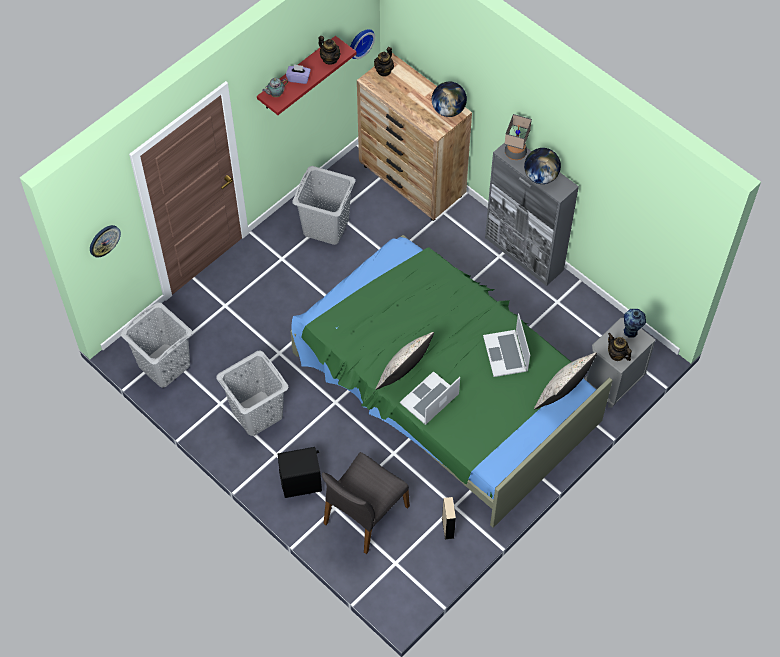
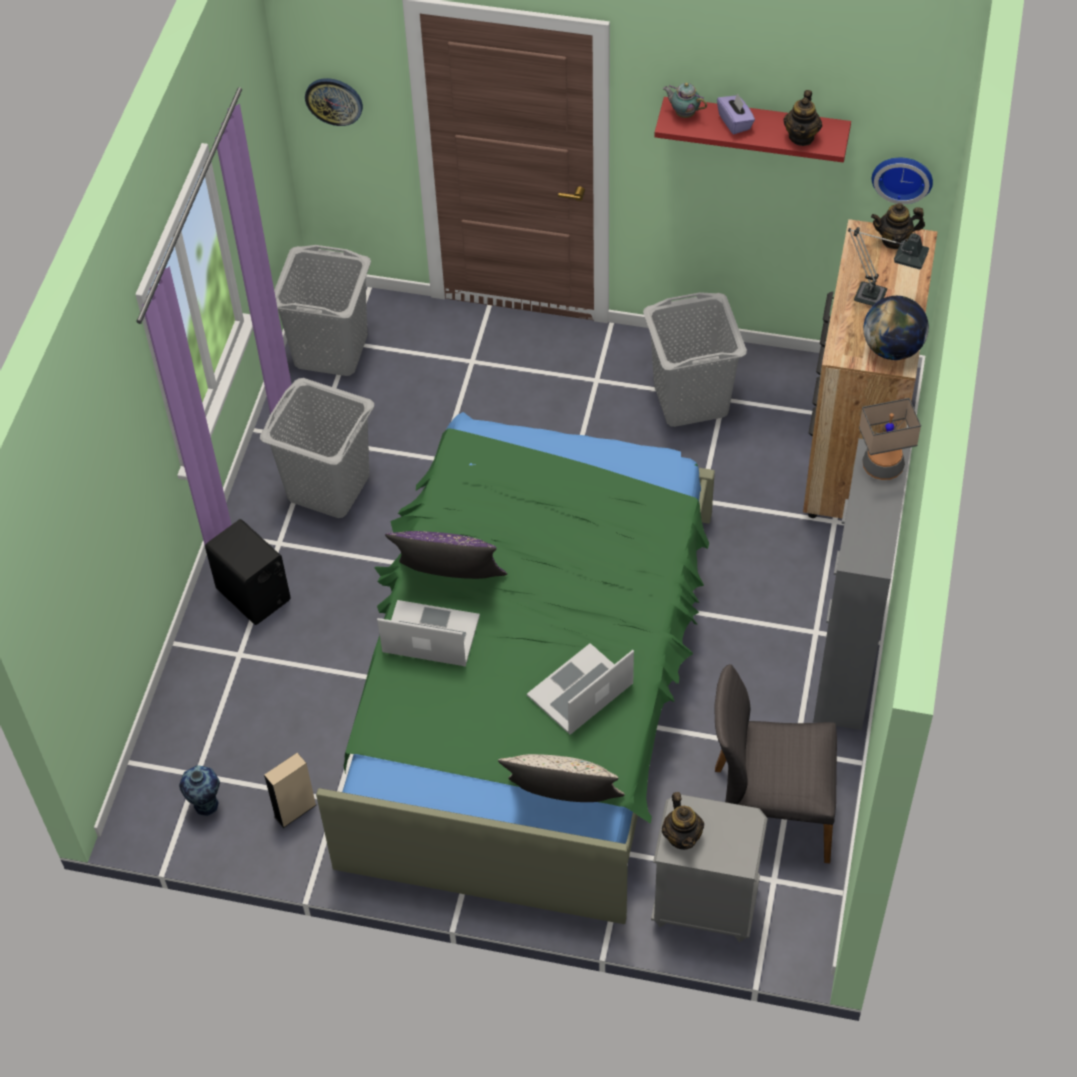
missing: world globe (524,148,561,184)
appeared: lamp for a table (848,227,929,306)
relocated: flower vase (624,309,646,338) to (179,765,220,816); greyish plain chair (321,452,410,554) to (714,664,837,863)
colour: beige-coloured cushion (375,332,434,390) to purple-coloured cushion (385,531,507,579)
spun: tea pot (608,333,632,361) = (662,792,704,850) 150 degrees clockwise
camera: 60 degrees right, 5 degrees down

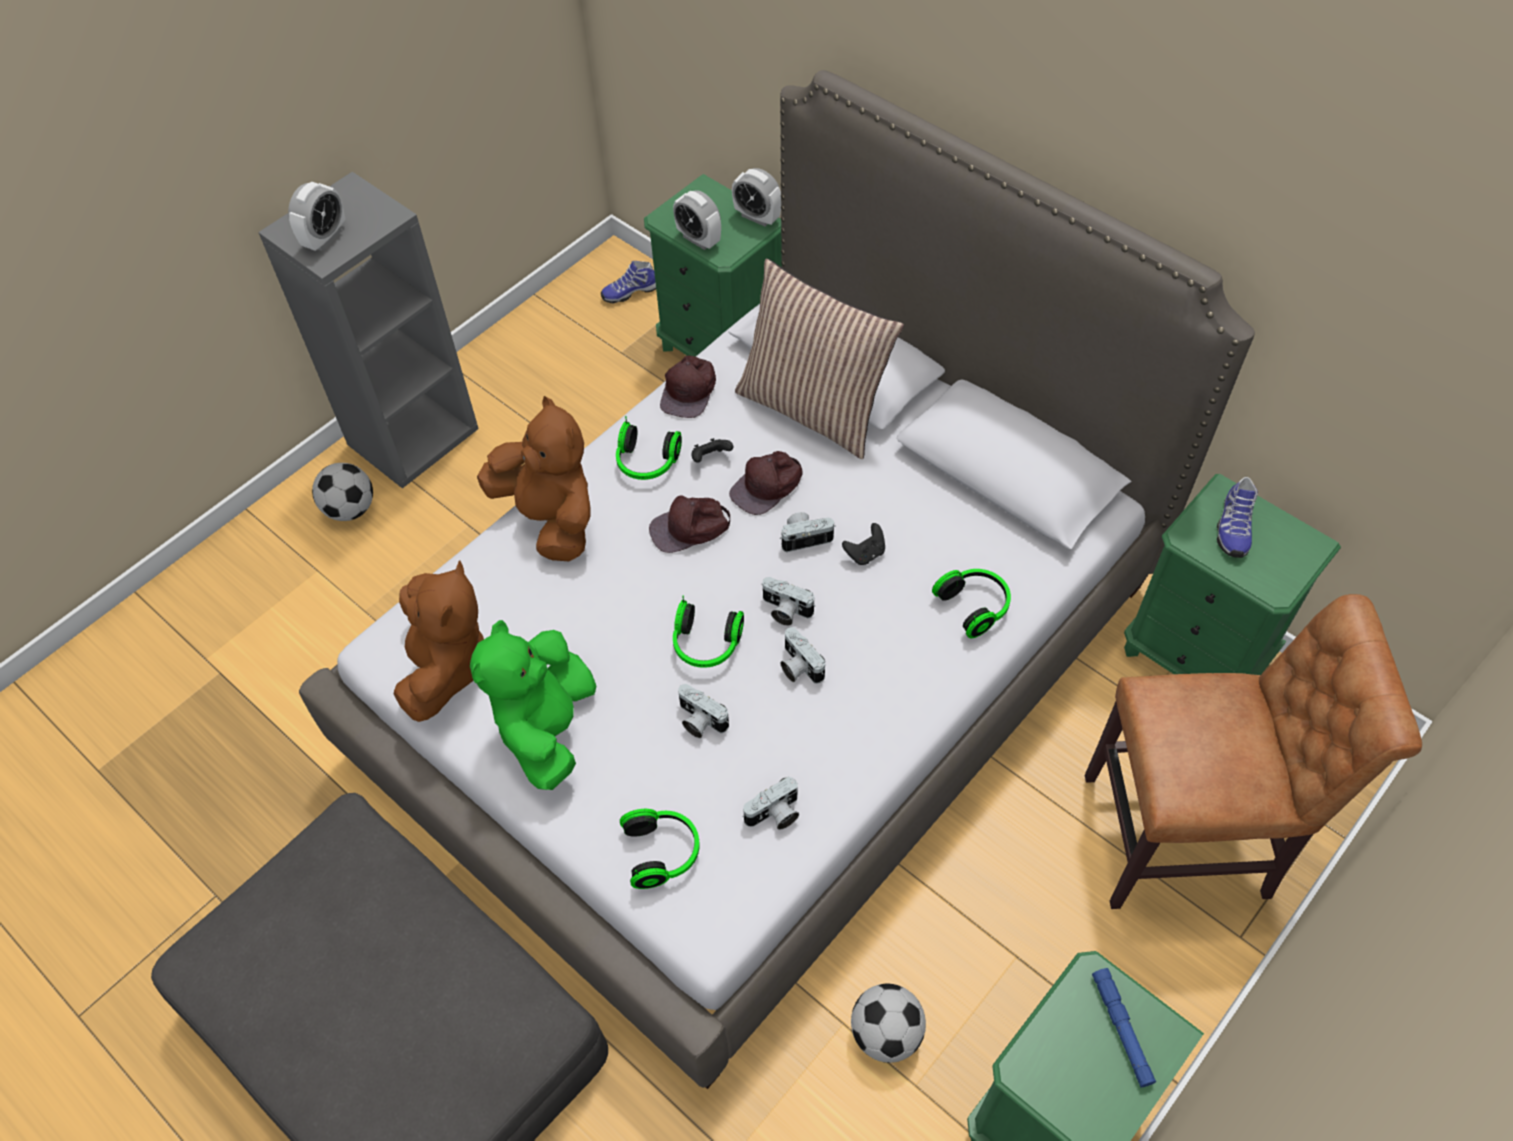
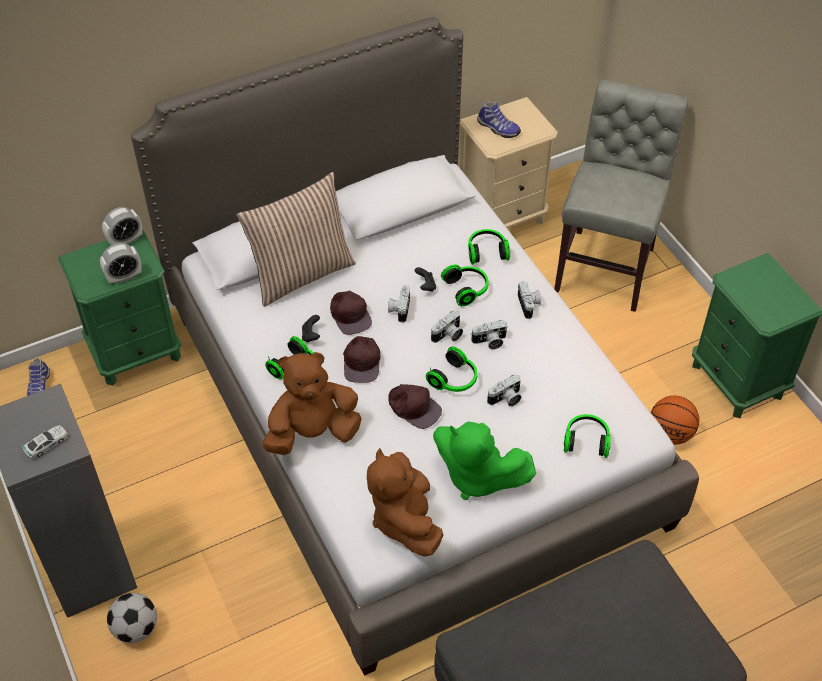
missing: bluish torch (1092,968,1156,1088)
appeared: pair of headphones (441,265,489,306)
relocated: brown peaked cap (660,356,716,418) to (388,384,442,429); still camera (743,776,799,830) to (518,281,541,319)
exchanged: alarm clock (288,182,345,251) to toy car (21,425,68,459); ball for football (851,984,926,1063) to basketball (651,396,699,445)
colour: greenish bedside table (1124,474,1341,675) to beige-coloured bedside table (459,97,558,228); brown plain chair (1085,594,1422,909) to greyish plain chair (554,80,688,312)
spun: brown plush toy (394,561,484,722) = (367,448,443,556) 120 degrees counterclockwise
camera: 70 degrees left, 5 degrees down

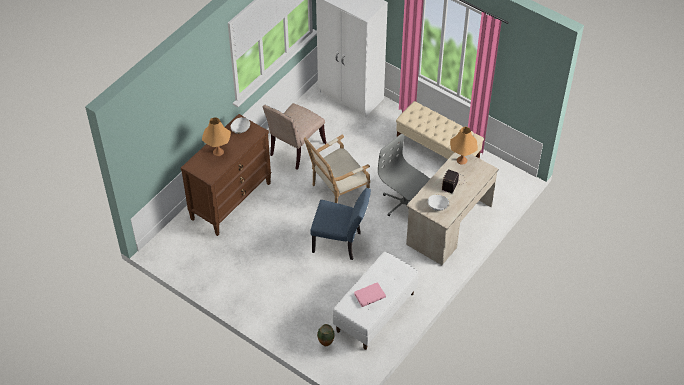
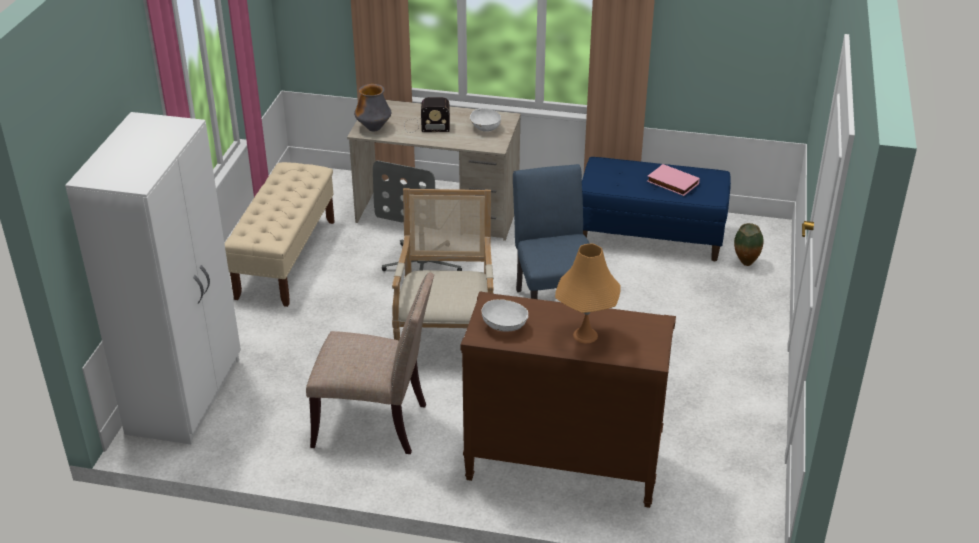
exchanged: orangey lamp for a table (450,127,478,165) to flower vase (354,84,391,131)
colour: white-coloured bench (333,251,419,350) to bluish bench (582,157,731,261)
spun: easy chair (304,135,370,203) = (392,188,494,340) 120 degrees counterclockwise
camera: 115 degrees left, 15 degrees down

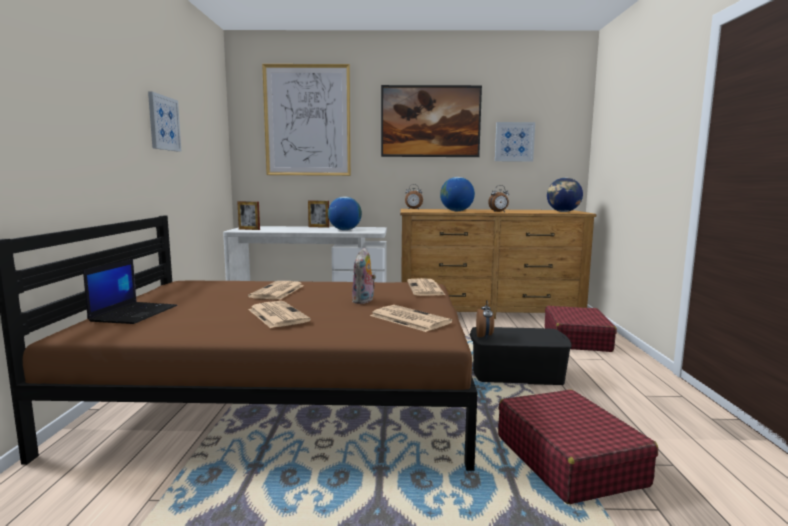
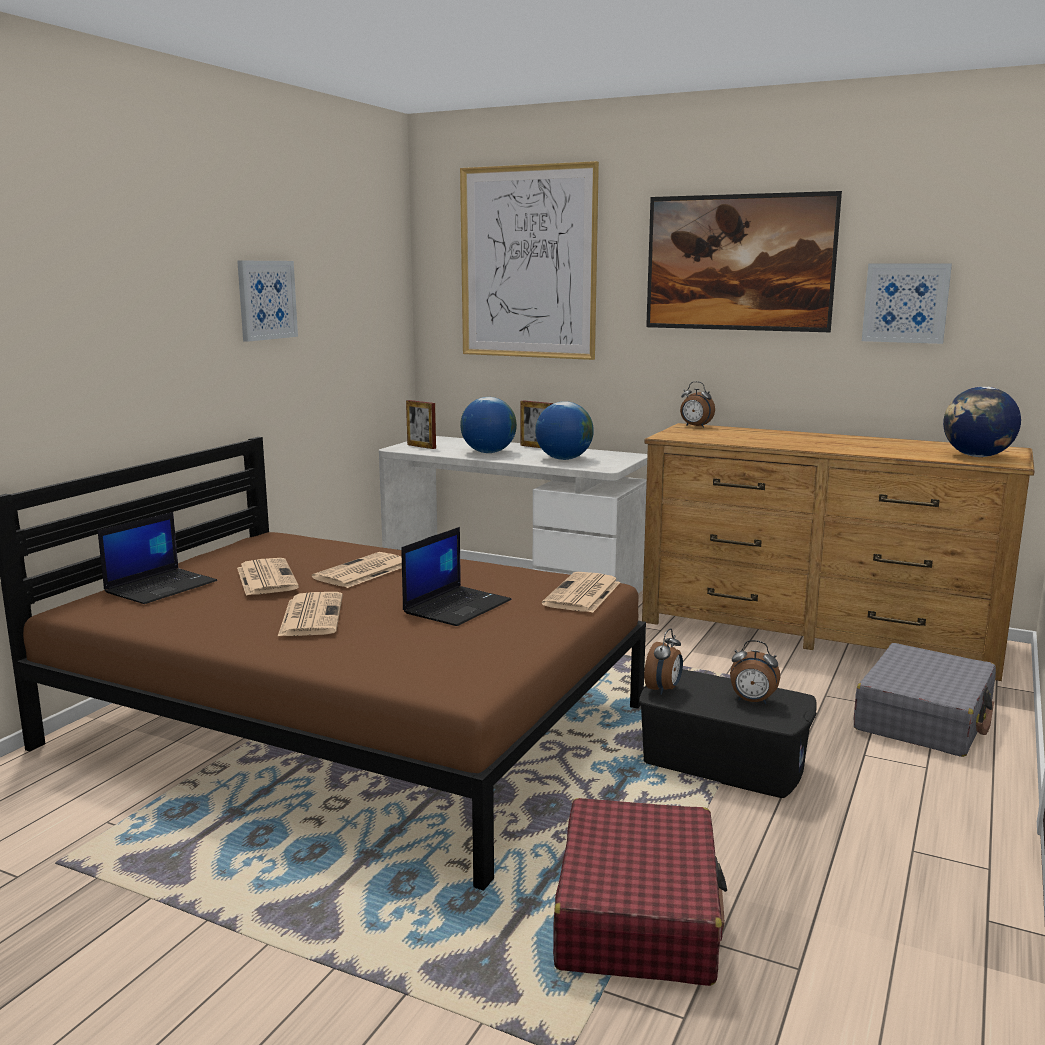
relocated: newspaper (370,305,452,332) to (237,558,299,596); world globe (440,177,475,211) to (460,397,517,453); alarm clock (488,185,509,212) to (730,640,780,704)
exchanged: plush toy (352,247,376,304) to notebook computer (402,527,511,626)
colour: red suitcase (545,306,617,352) to greyish suitcase (854,643,996,757)
camera: 25 degrees right, 5 degrees up

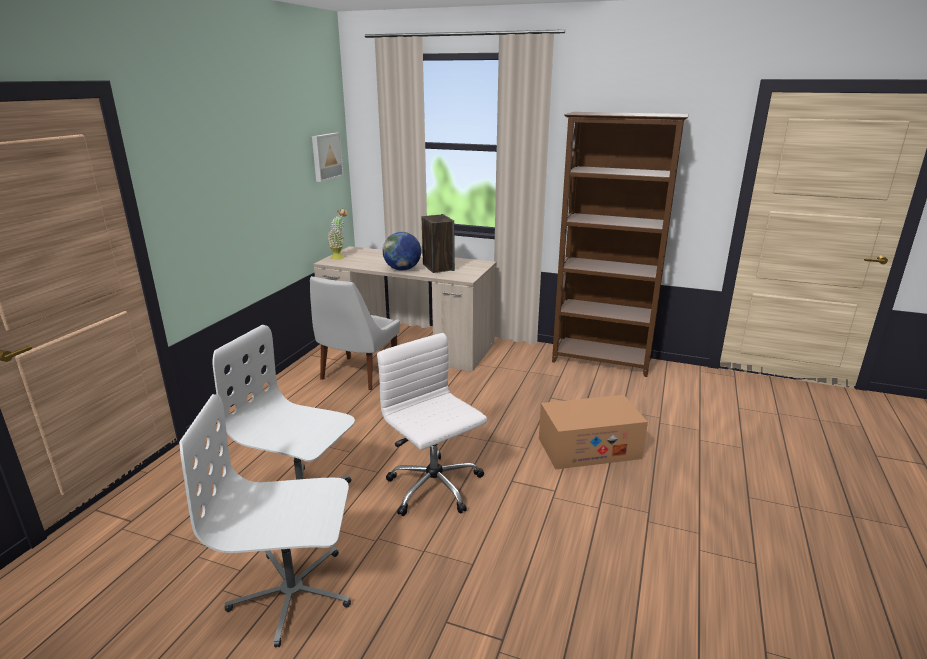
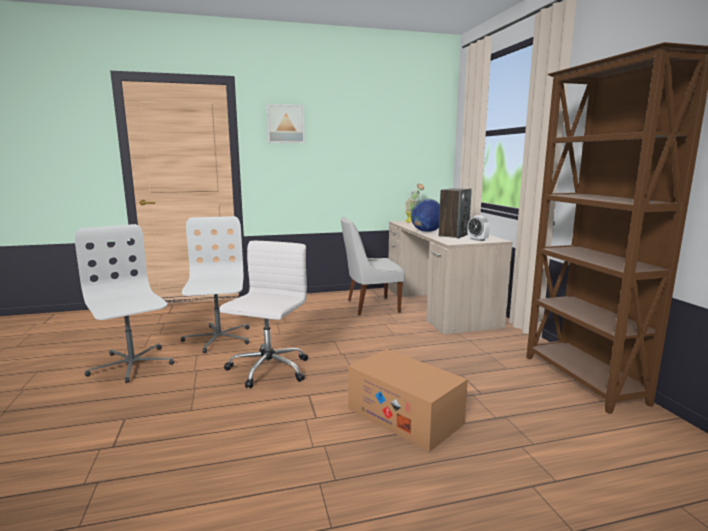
appeared: alarm clock (467,215,490,241)
relocated: wall picture (312,133,344,182) to (266,104,305,143)
camera: 55 degrees right, 10 degrees down

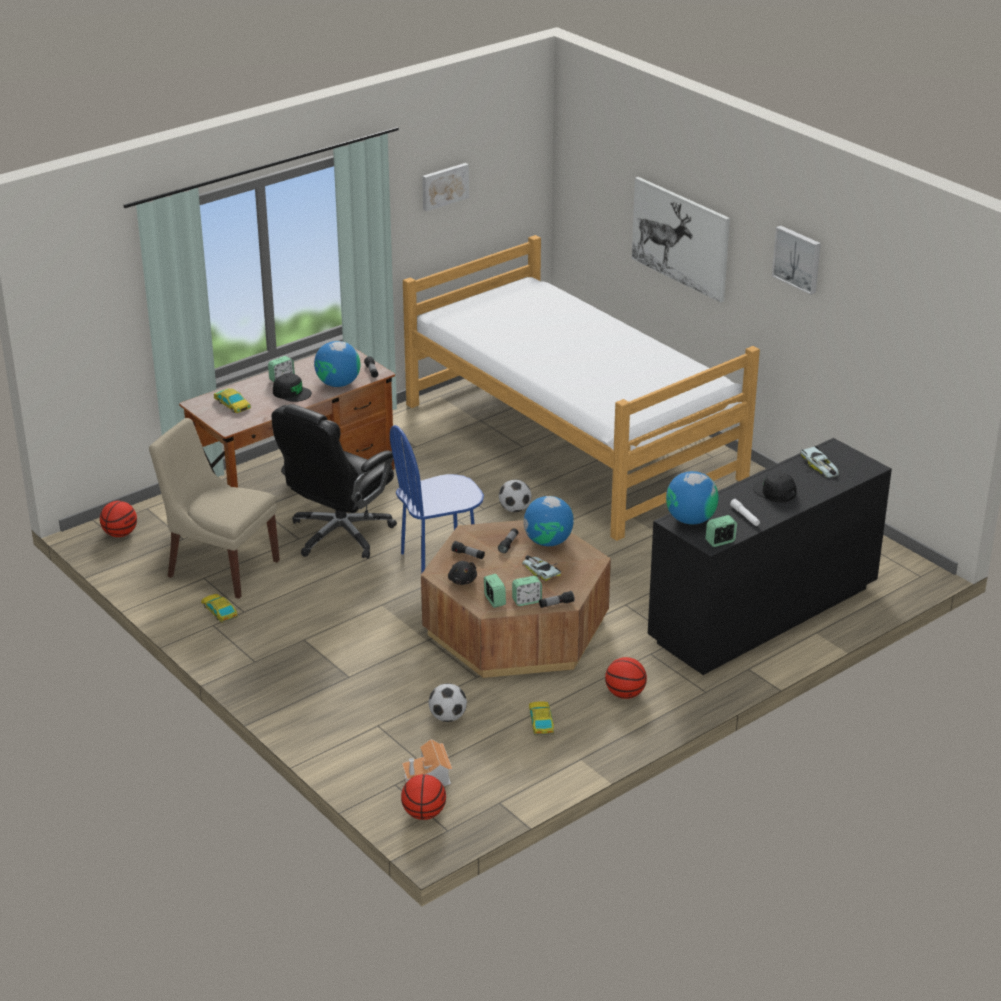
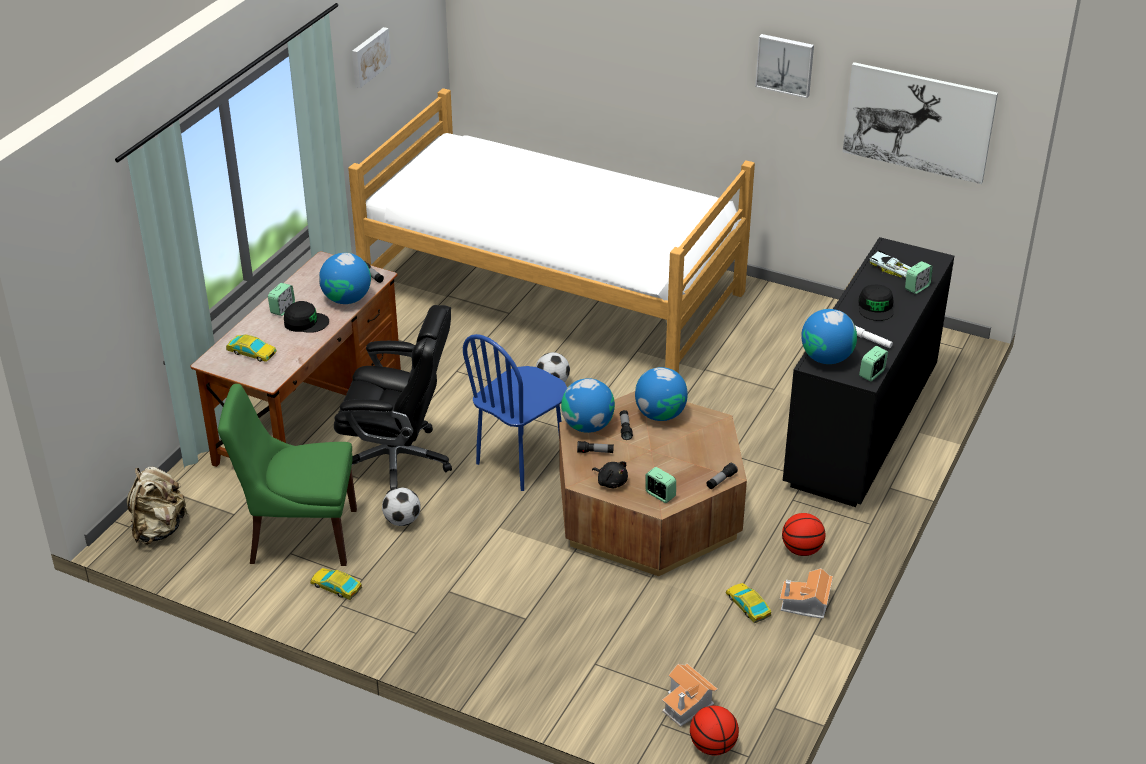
missing: toy car (522,555,561,581)
appeared: world globe (561,378,615,433); model house (780,568,833,619)
relocated: ball for football (428,683,467,722) to (382,488,421,526); wall picture (632,177,730,303) to (842,62,998,184); alarm clock (512,576,542,606) to (905,261,933,294)
exchanged: basketball (100,501,137,537) to beige-coloured backpack (127,467,188,545)
colour: beige-coloured plain chair (149,418,280,599) to greenish plain chair (218,384,357,566)
spun: blackish office chair (272,404,397,559) = (334,305,452,495) 90 degrees counterclockwise; blackish peaked cap (753,472,796,502) = (858,285,894,321) 105 degrees counterclockwise
camera: 25 degrees left, 5 degrees up

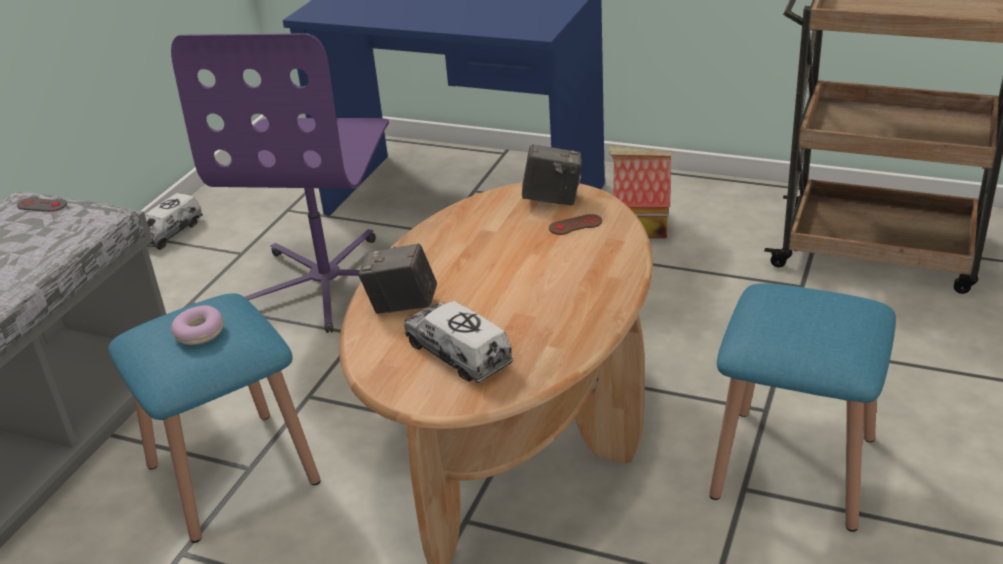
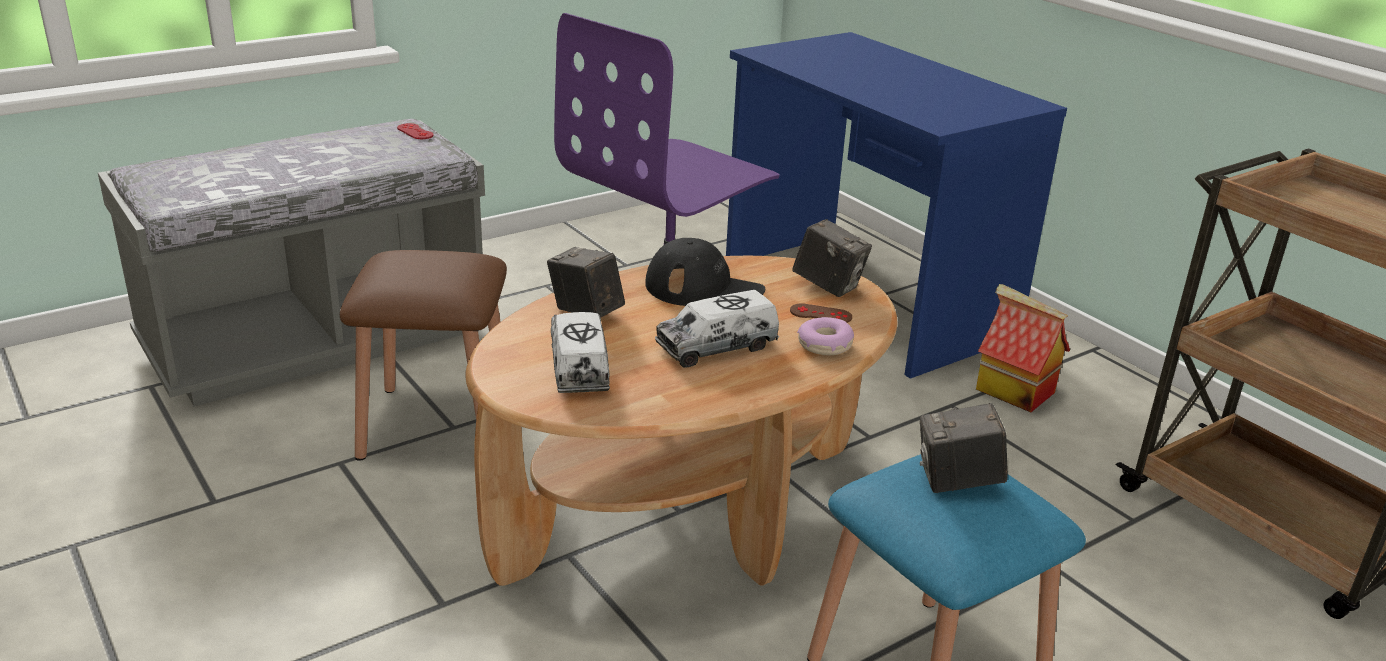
appeared: blackish peaked cap (645,238,765,306); still camera (920,403,1008,493)
relocated: toy truck (145,193,203,250) to (655,290,779,367); donut (171,305,223,345) to (797,317,854,355)
colour: bluish stool (109,293,321,543) to brown stool (340,250,507,461); greyish gamepad (17,197,67,212) to red gamepad (397,123,434,139)
camera: 30 degrees right, 5 degrees down

